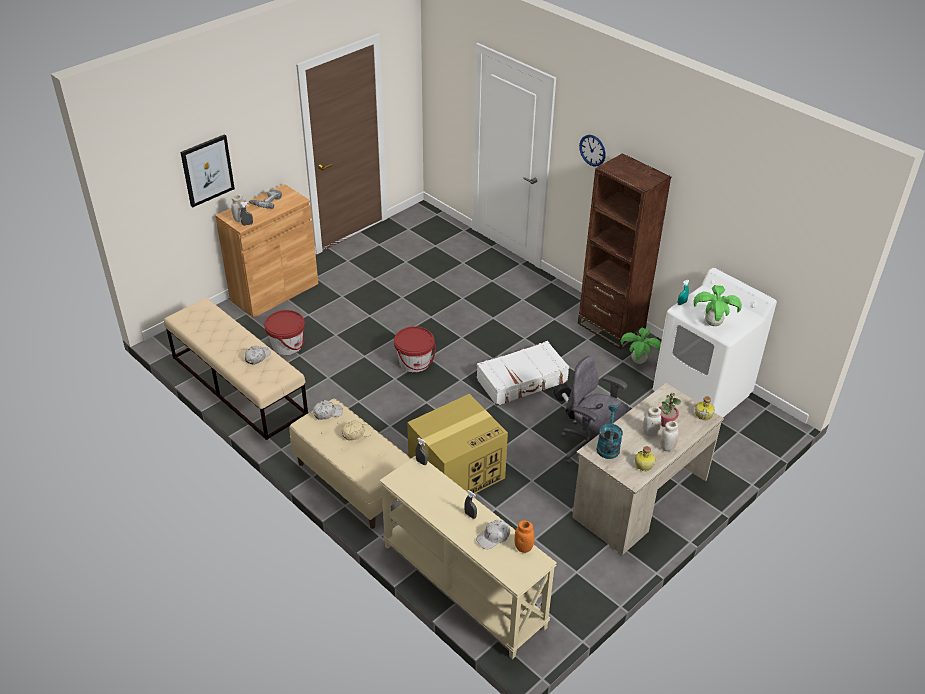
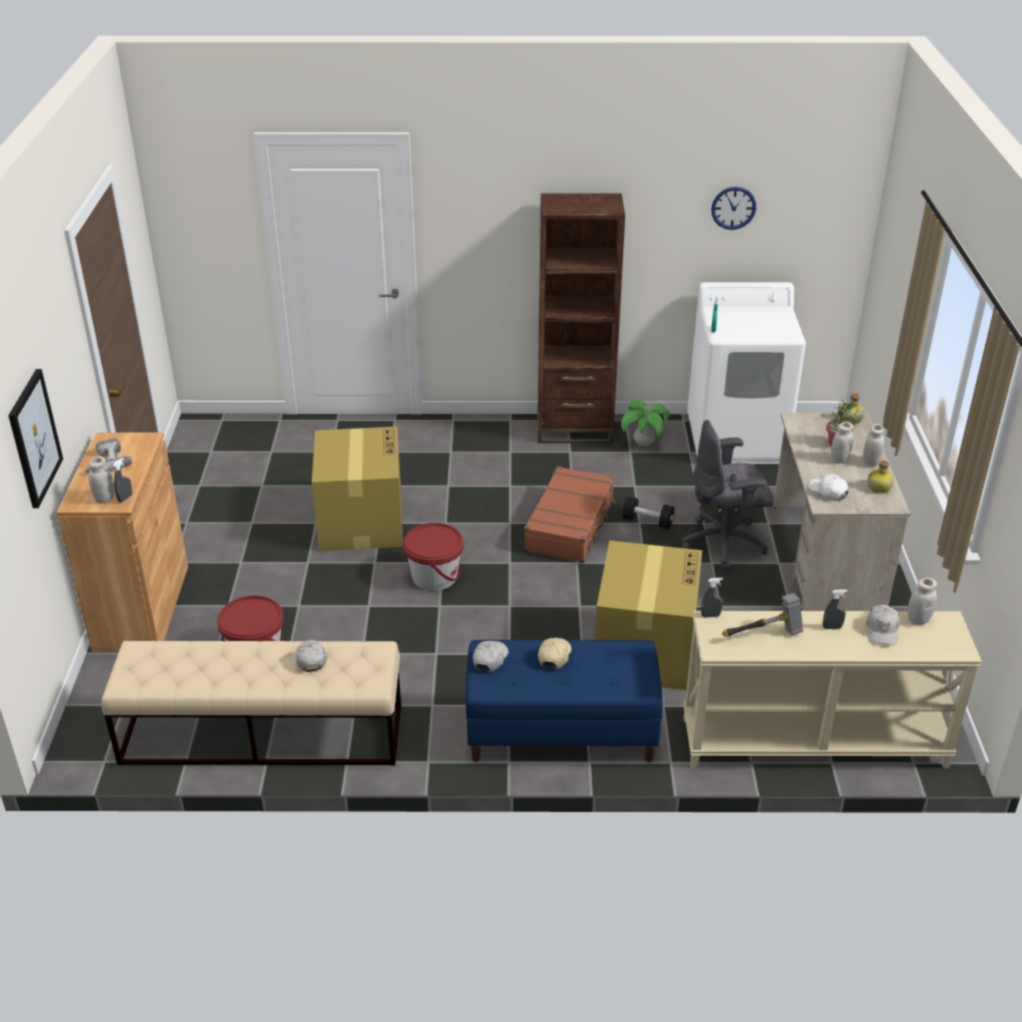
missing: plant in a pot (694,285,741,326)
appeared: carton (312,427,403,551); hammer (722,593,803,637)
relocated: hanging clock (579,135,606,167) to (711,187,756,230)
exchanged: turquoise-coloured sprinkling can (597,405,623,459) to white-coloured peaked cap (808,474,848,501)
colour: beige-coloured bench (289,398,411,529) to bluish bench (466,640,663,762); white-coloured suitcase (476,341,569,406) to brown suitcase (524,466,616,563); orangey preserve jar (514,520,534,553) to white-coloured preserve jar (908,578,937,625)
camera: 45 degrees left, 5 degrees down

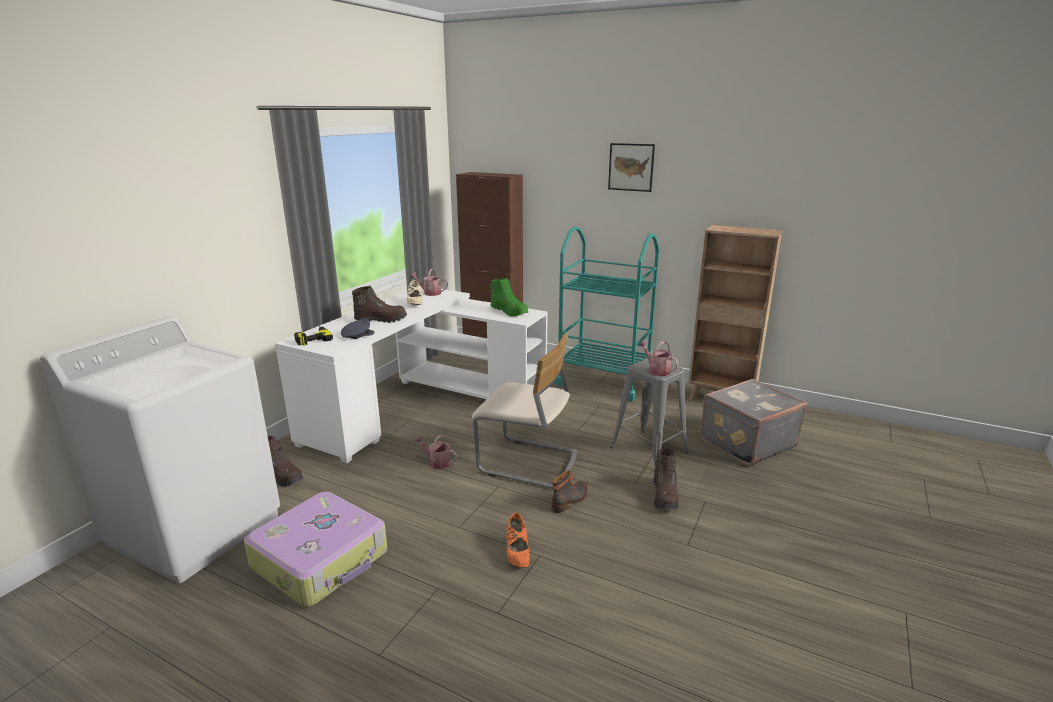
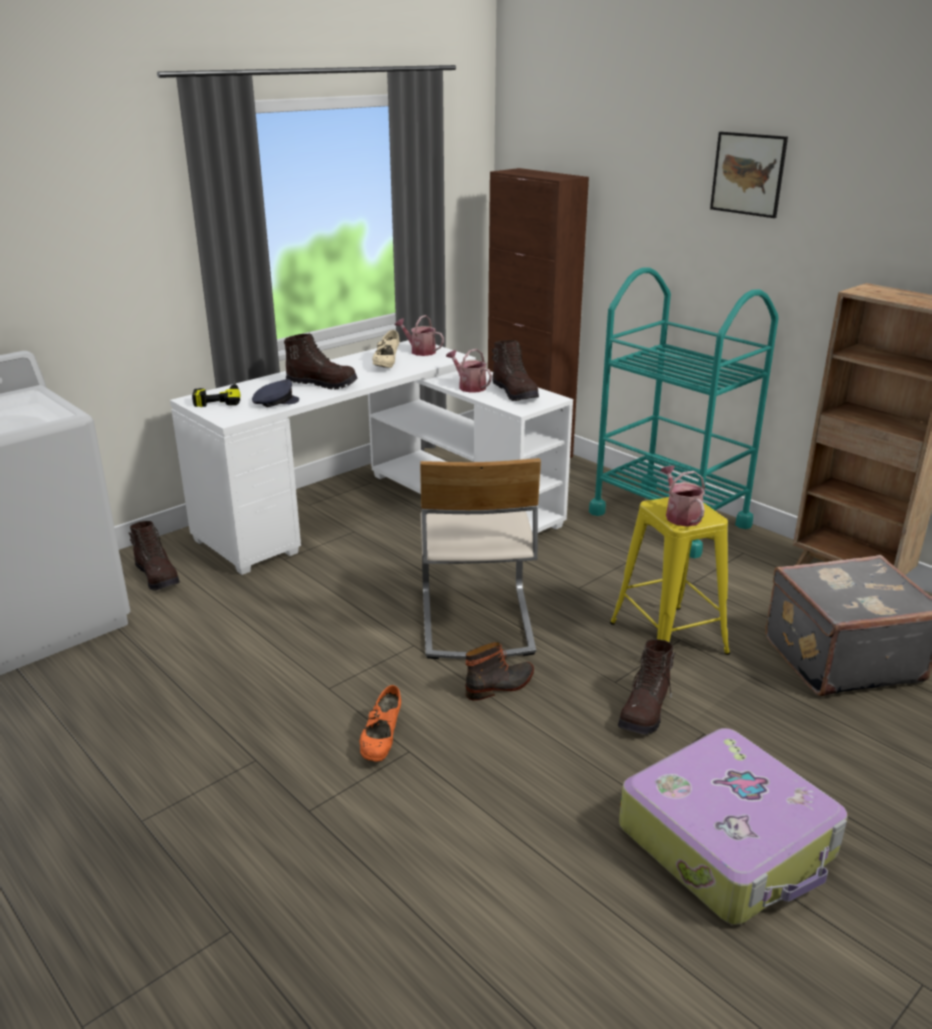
relocated: sprinkling can (415,435,457,469) to (446,349,492,393); suitcase (244,492,387,607) to (619,728,848,925)
colour: greenish tall boot (490,278,528,317) to brown tall boot (492,340,539,401); greyish stool (610,358,688,471) to yellow stool (610,497,730,655)
spun: beige-coloured plain chair (472,334,577,489) = (420,458,541,659) 45 degrees clockwise
camera: 20 degrees right, 5 degrees up

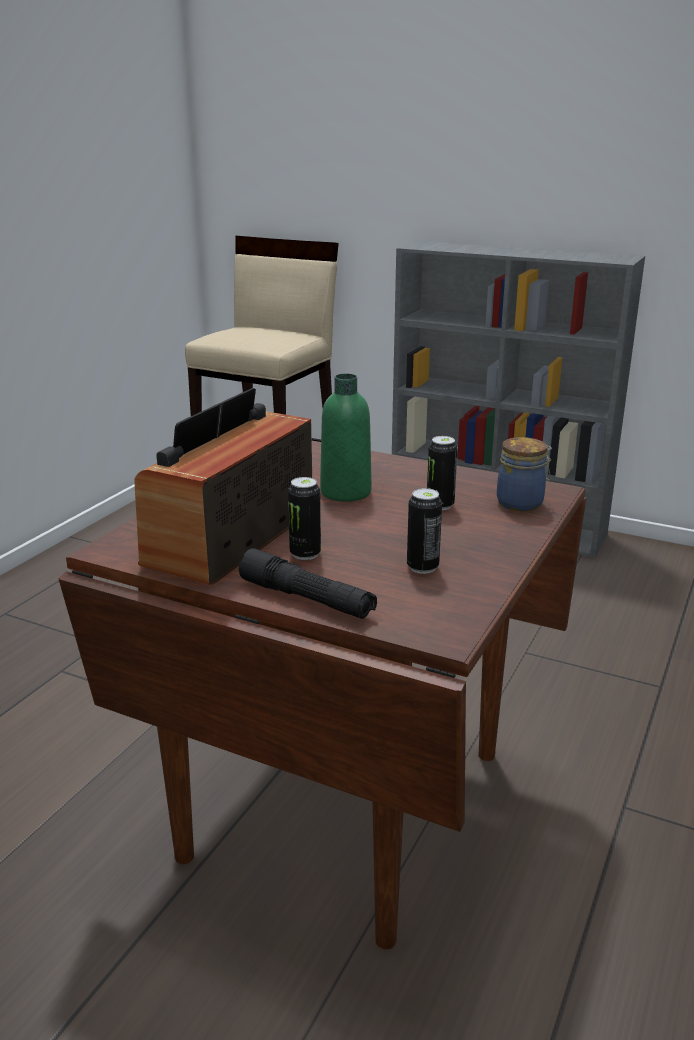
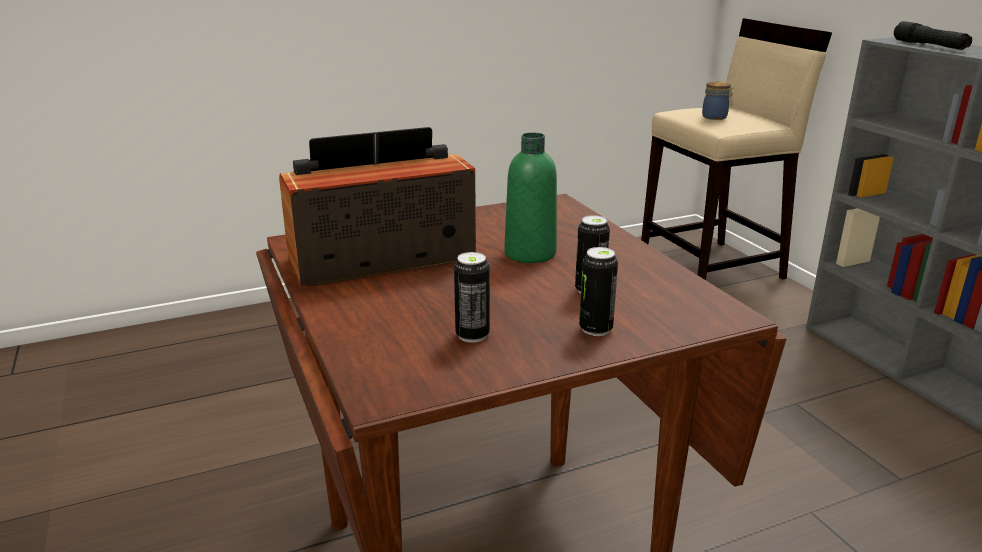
relocated: sealed can (288,477,321,560) to (579,247,618,336); preserve jar (497,437,552,511) to (702,81,734,120); blackish torch (239,548,377,619) to (894,21,972,50)
camera: 40 degrees right, 0 degrees up

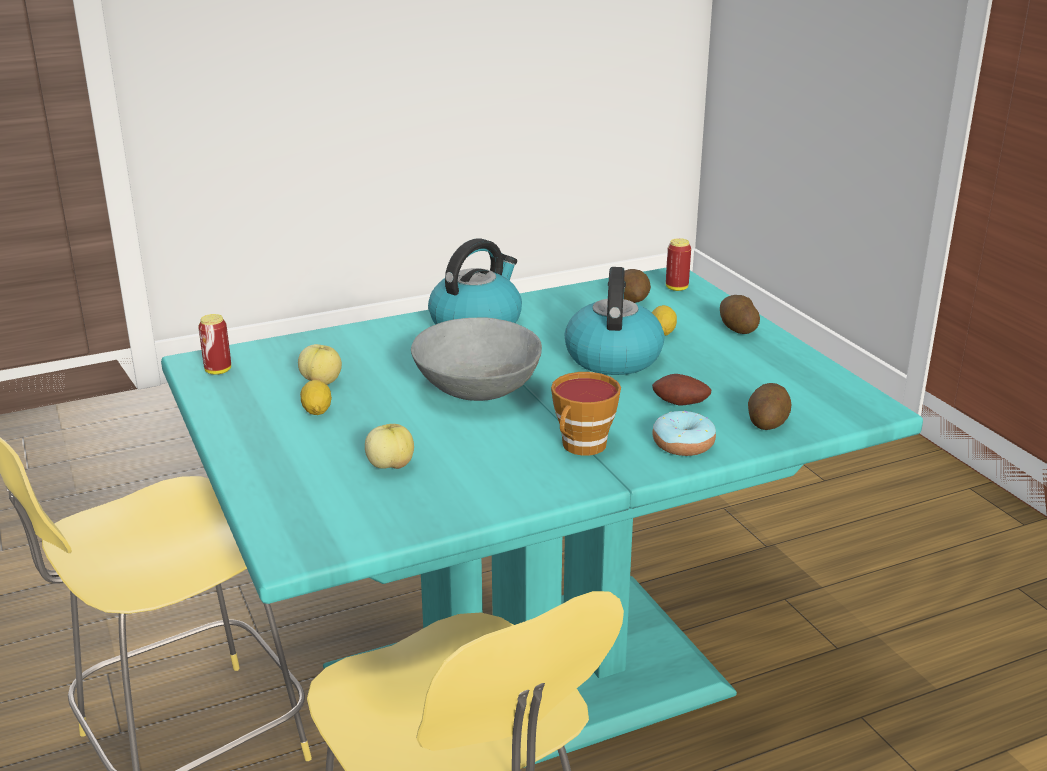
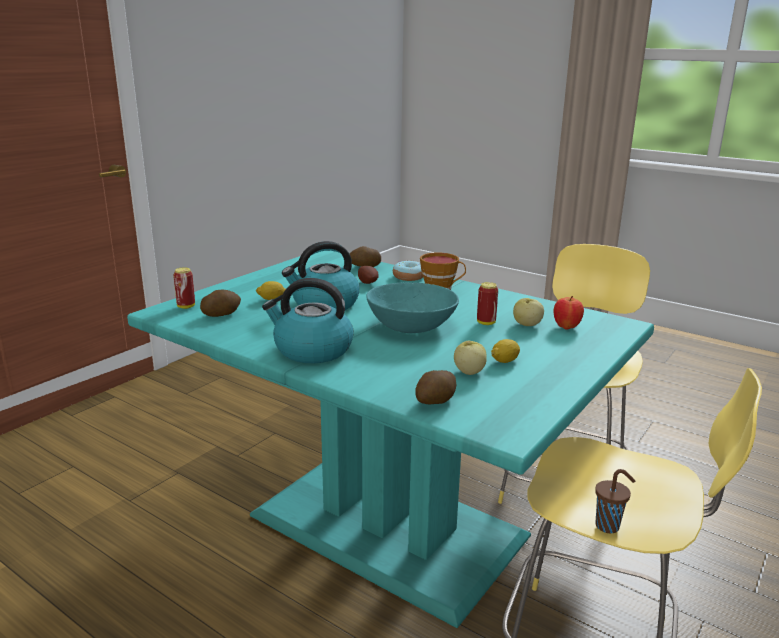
appeared: whole apple (554,296,584,330); brown drinking cup (595,469,635,533)
relocated: whole potato (720,295,760,334) to (415,370,456,404); sealed can (198,314,231,375) to (477,282,498,325)
colour: greyish serving bowl (411,318,542,401) to turquoise-coloured serving bowl (366,282,459,333)
camera: 120 degrees left, 5 degrees down

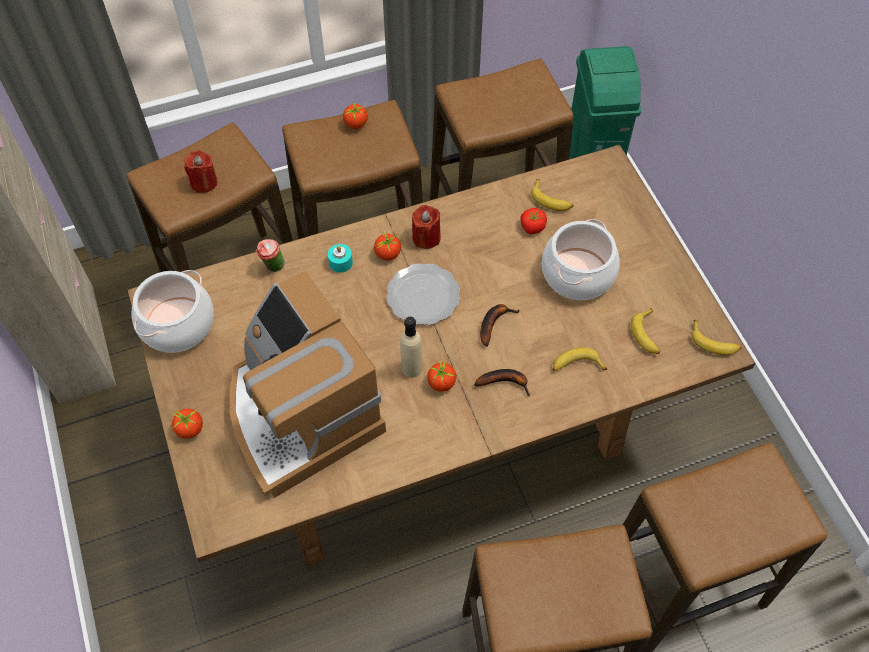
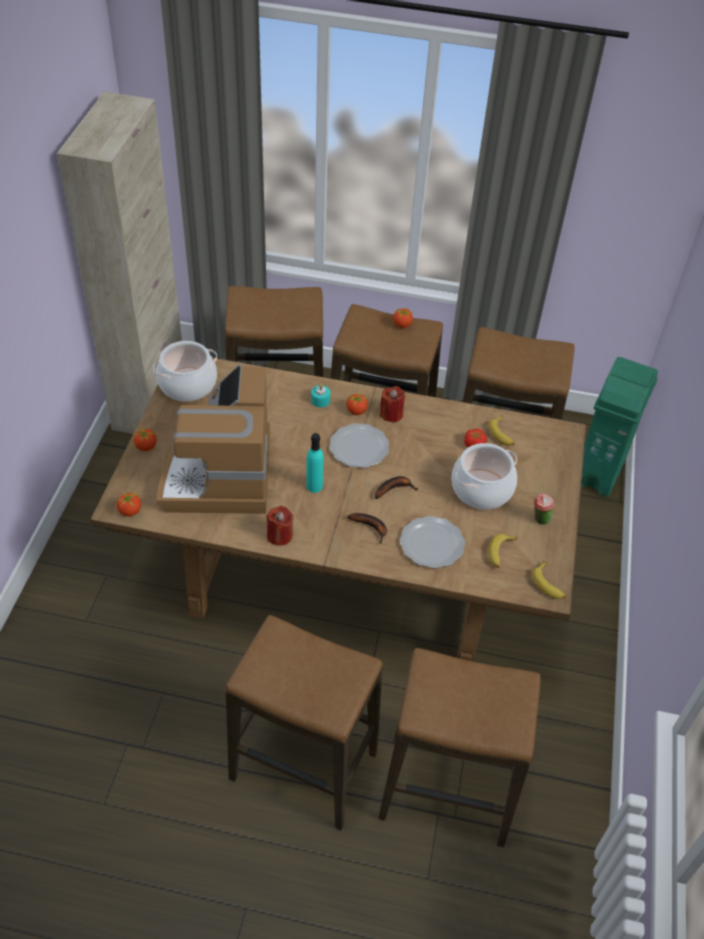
relocated: tomato (427,361,457,392) to (116,491,141,517); red wax light (184,150,217,193) to (266,506,293,546); drinking cup (256,239,285,272) to (534,494,555,525)
exchanged: whole banana (552,347,608,371) to plate (400,516,465,568)
colour: beige-coloured bottle (400,317,422,378) to turquoise-coloured bottle (306,433,323,493)
camera: 30 degrees right, 10 degrees down

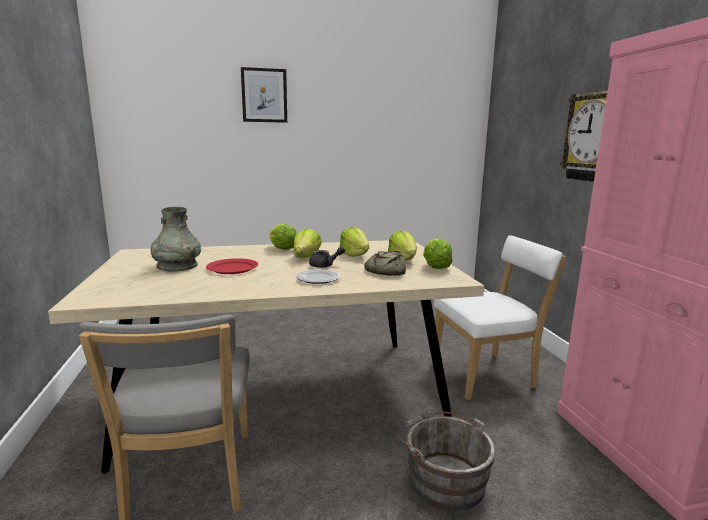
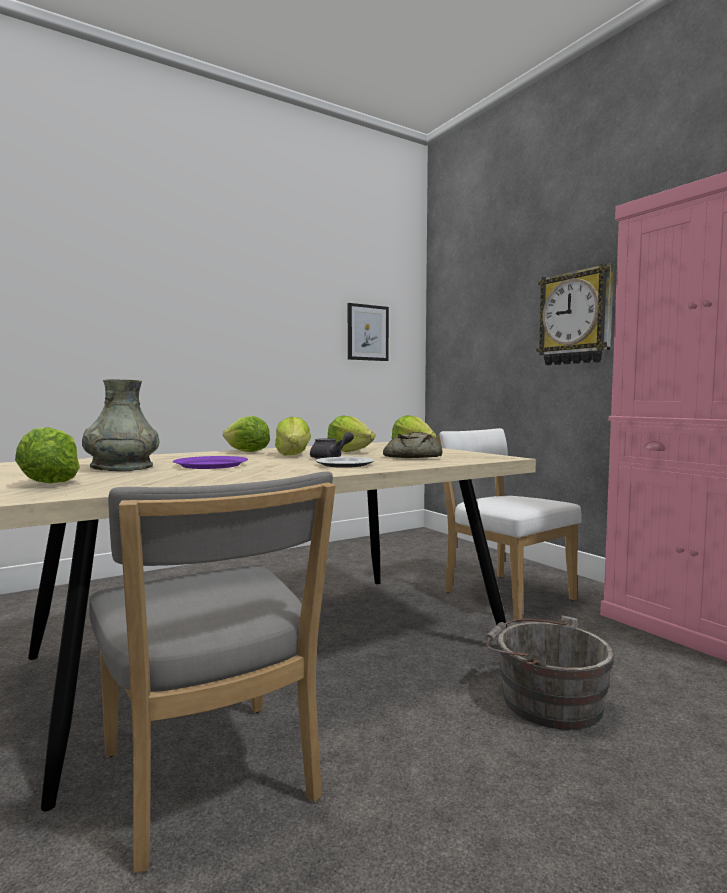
relocated: head of lettuce (423,239,453,269) to (15,427,80,484); wall picture (241,67,287,123) to (348,303,389,361)
colour: red plate (206,258,258,274) to purple-coloured plate (173,456,248,469)
spun: white-coloured plain chair (431,235,566,400) = (436,428,582,622) 90 degrees counterclockwise
camera: 20 degrees left, 10 degrees down

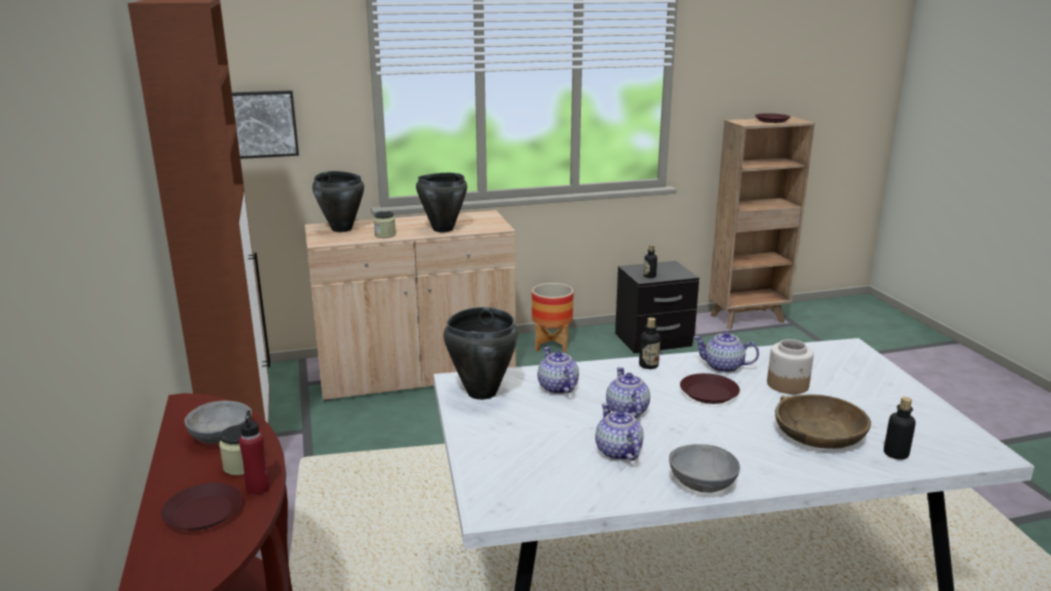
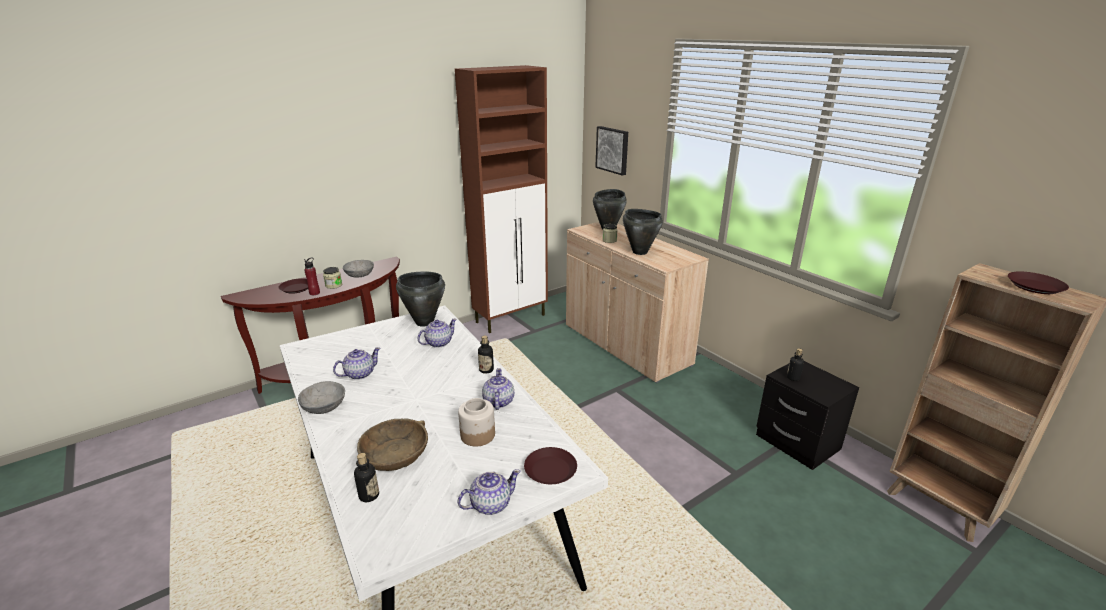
missing: plant pot (532,283,574,352)
relocated: tea pot (606,367,650,418) to (457,469,520,515); brown plate (680,373,740,404) to (524,447,577,484)
camera: 70 degrees right, 5 degrees up

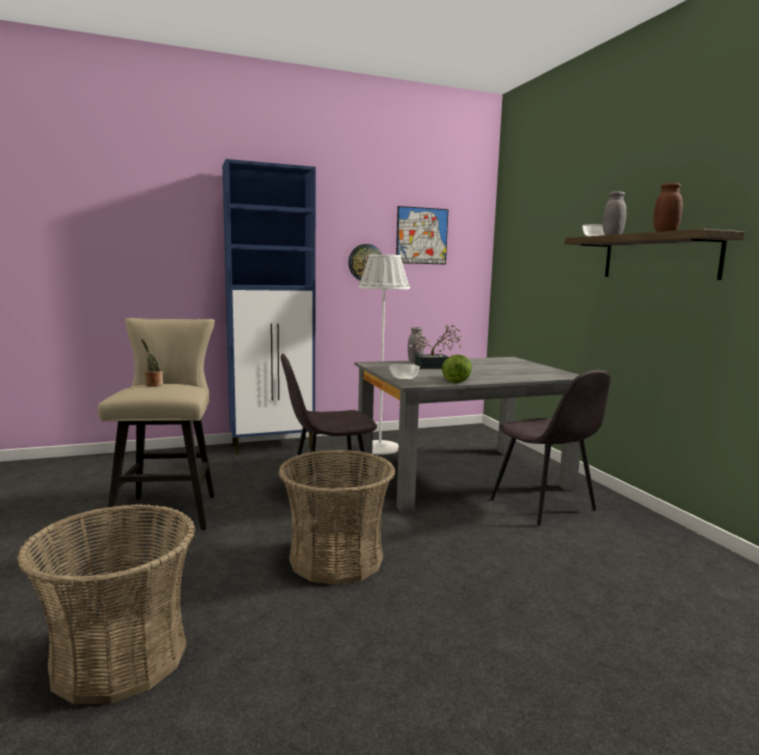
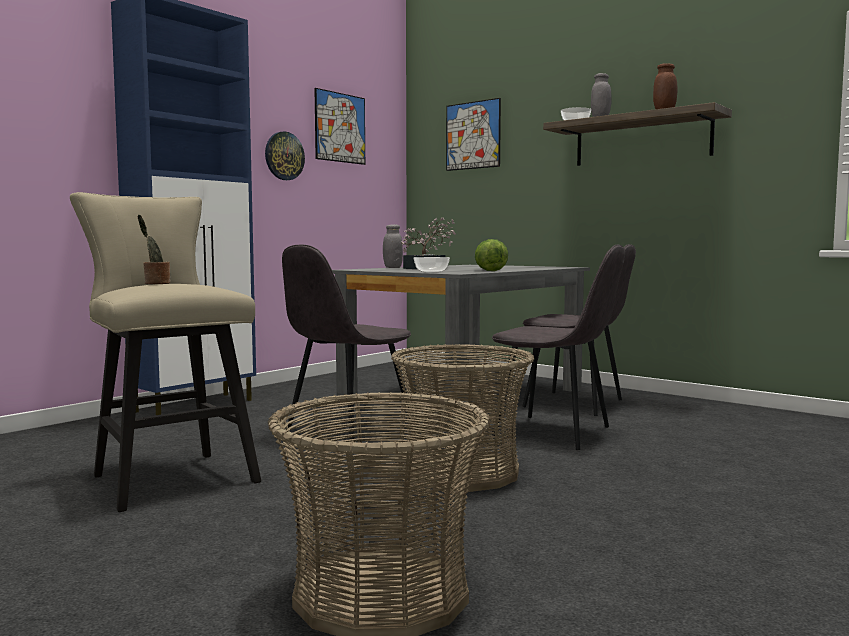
missing: white-coloured floor lamp (358,254,410,455)
appeared: wall picture (446,98,501,171); greyish plain chair (492,245,625,450)
camera: 30 degrees left, 5 degrees down

